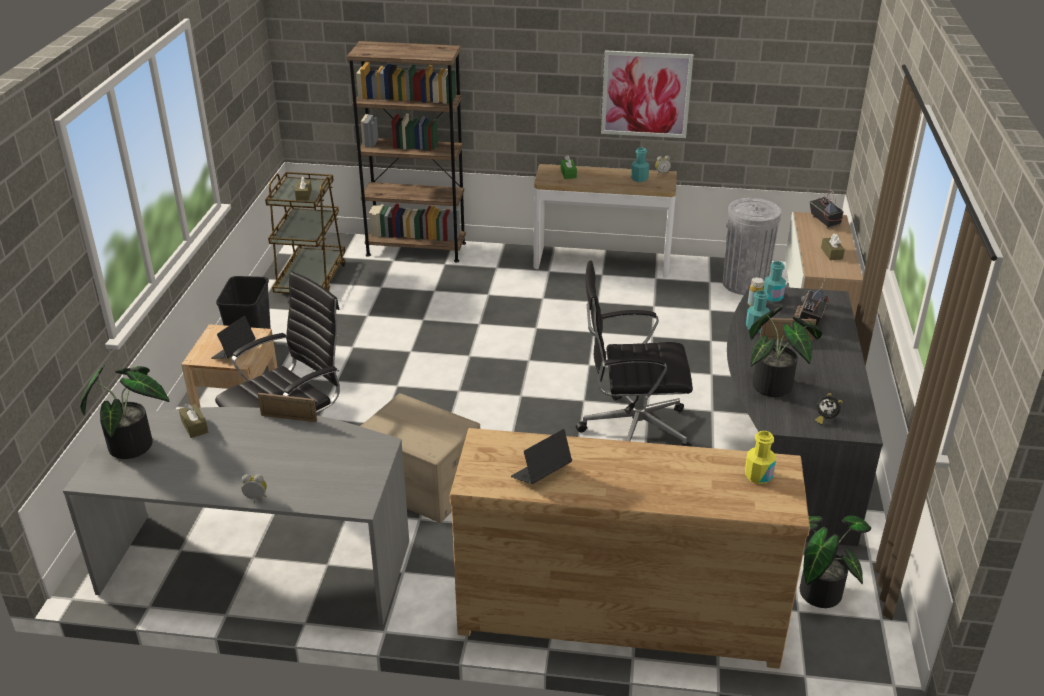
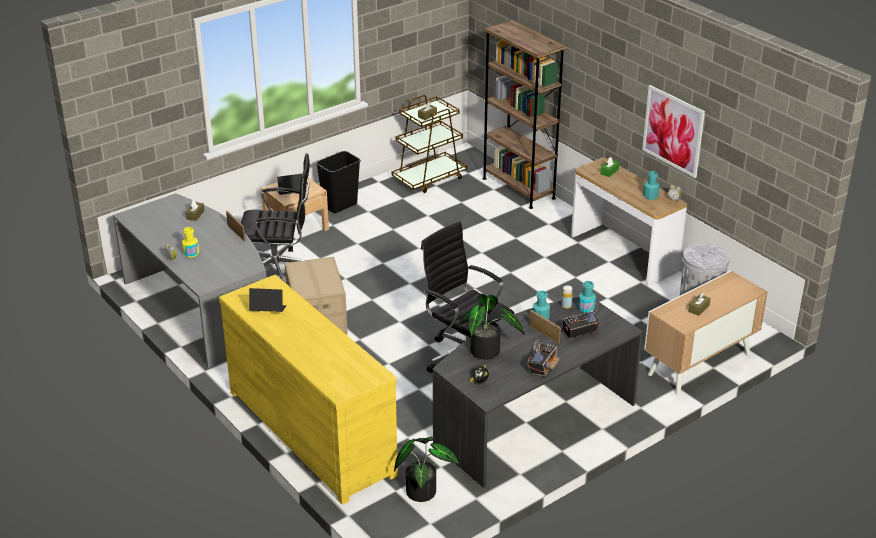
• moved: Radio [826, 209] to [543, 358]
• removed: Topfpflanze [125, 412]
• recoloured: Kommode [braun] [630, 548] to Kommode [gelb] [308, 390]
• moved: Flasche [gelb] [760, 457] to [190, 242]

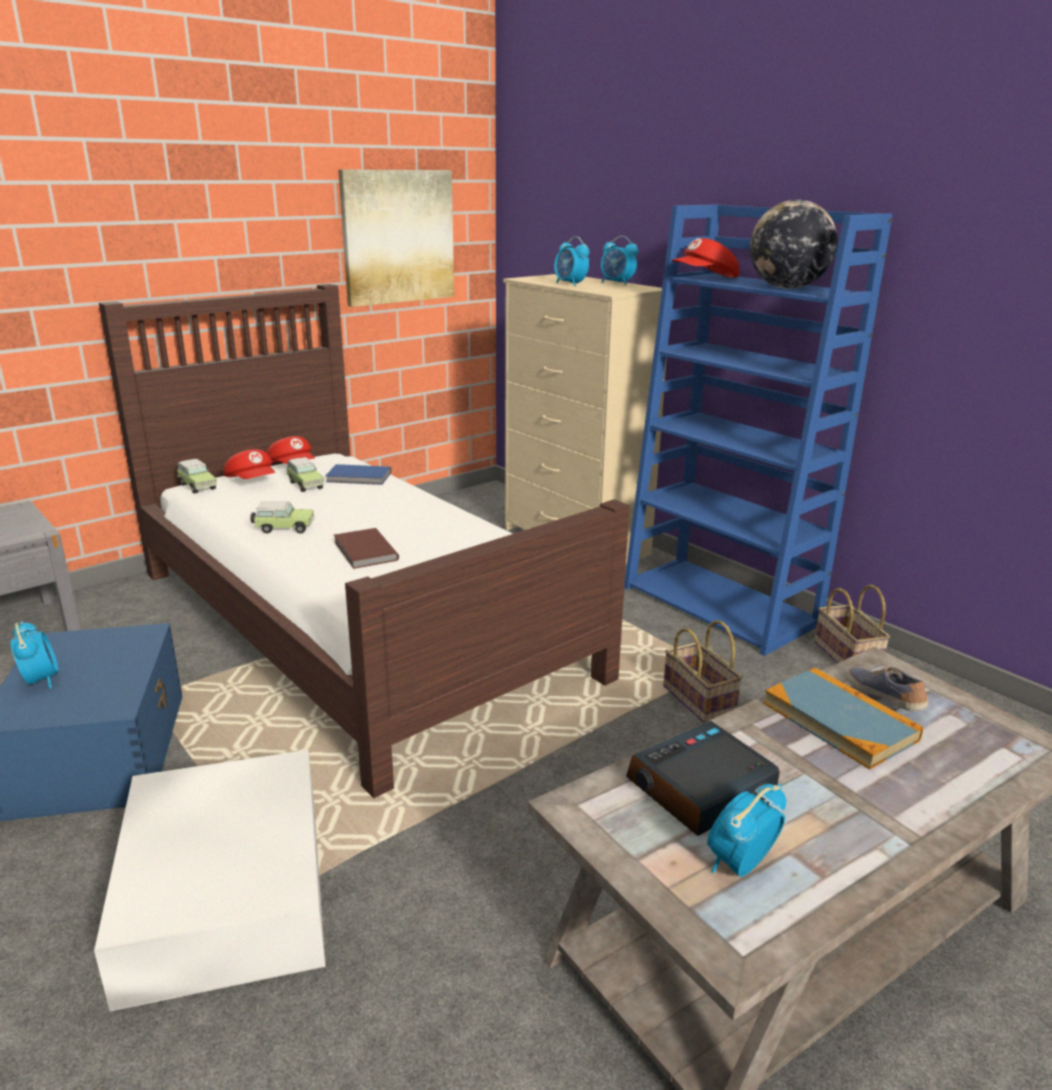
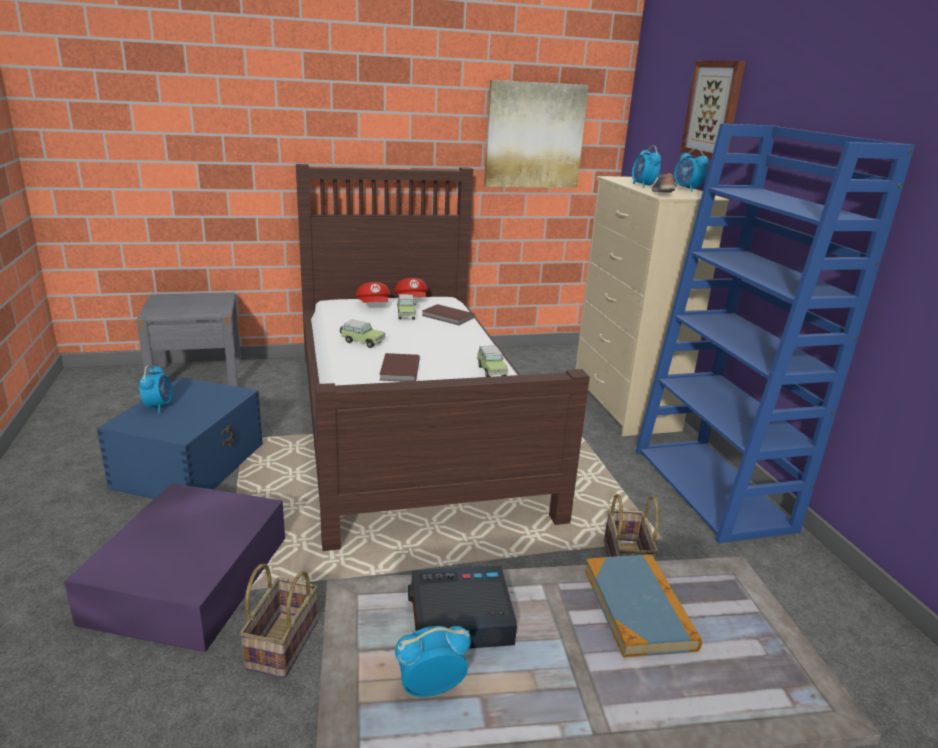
• removed: Globus [793, 244]
• removed: Kappe [rot] [706, 258]
• moved: Spielzeugauto [197, 476] to [492, 361]
• recoloured: Buch [blau] [358, 474] to Buch [braun] [448, 314]
• moved: Korb [852, 623] to [279, 620]
• moved: Schuh [887, 688] to [663, 183]
• recoloured: Aufbewahrungsbox [weiß] [210, 880] to Aufbewahrungsbox [lila] [174, 567]
• added: Bild [713, 110]

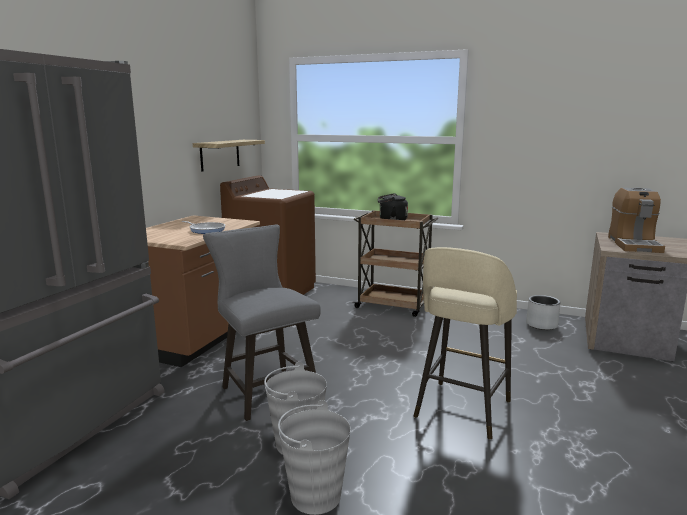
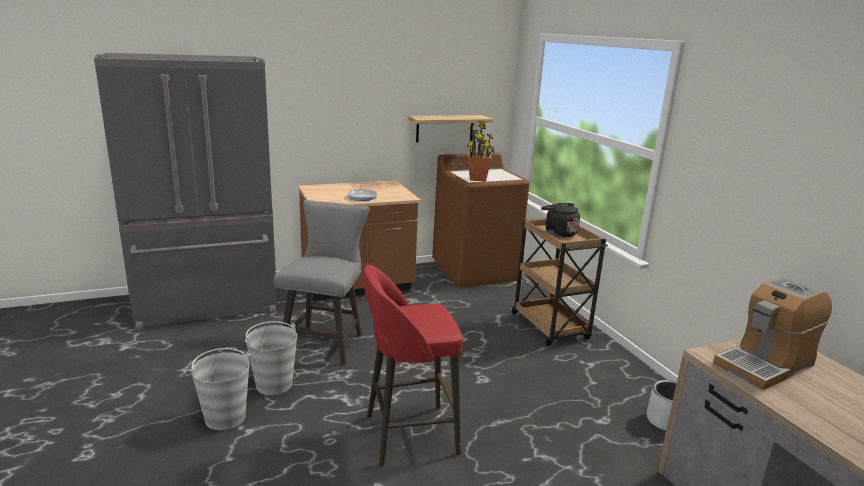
• recoloured: Hocker [beige] [465, 343] to Hocker [rot] [413, 366]
• added: Topfpflanze [480, 151]

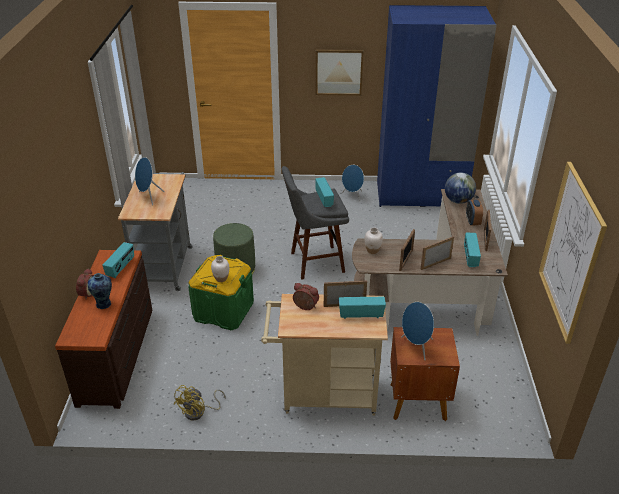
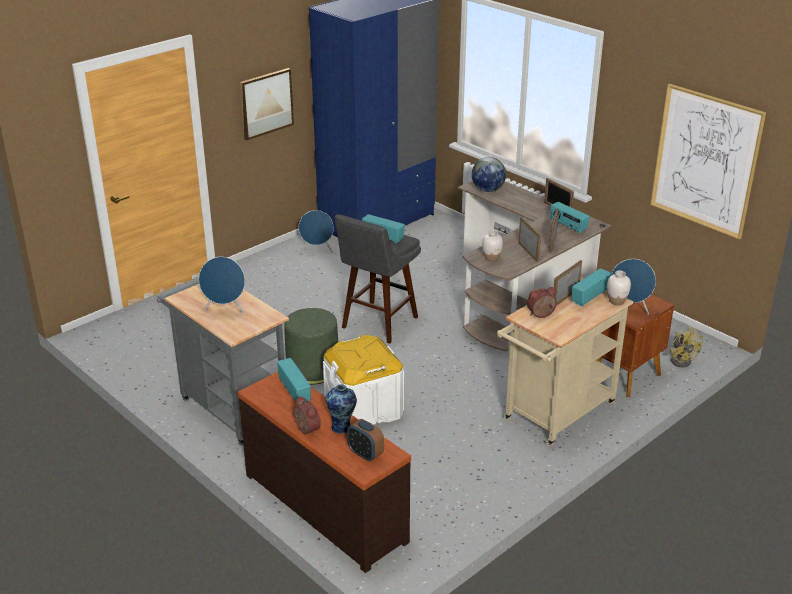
• moved: Wecker [474, 213] to [365, 440]
• recoloured: Aufbewahrungsbox [grün] [221, 292] to Aufbewahrungsbox [weiß] [363, 380]
• moved: Vase [weiß] [220, 269] to [619, 287]
• moved: Ventilator [gelb] [199, 403] to [686, 347]

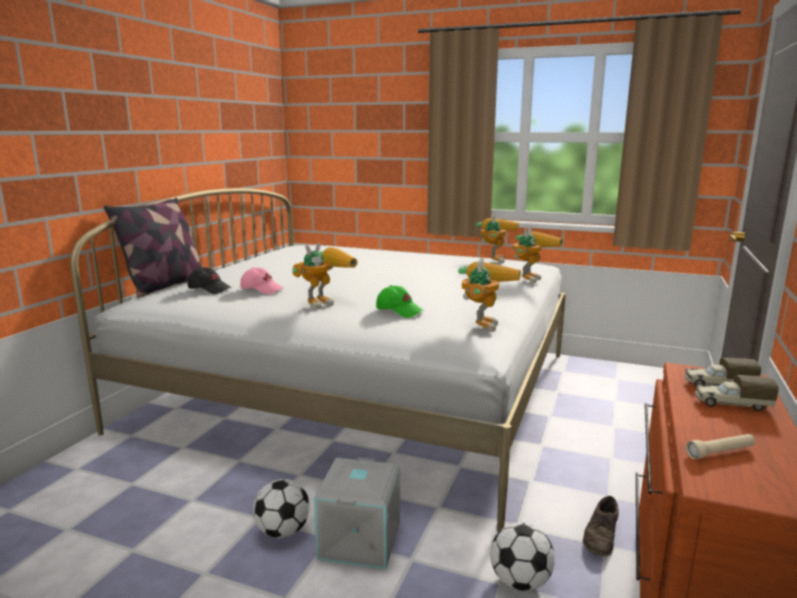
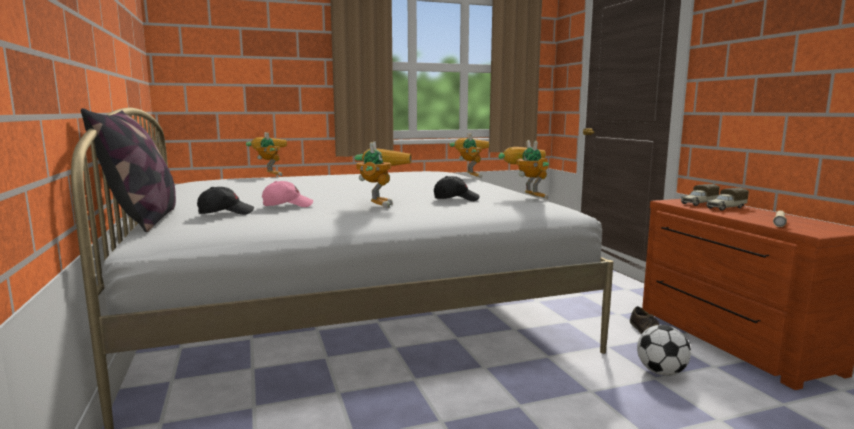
• moved: Spielzeugroboter [497, 238] to [266, 154]
• recoloured: Kappe [grün] [400, 301] to Kappe [schwarz] [457, 188]
• removed: Aufbewahrungsbox [grau] [357, 513]
• removed: Fußball [281, 508]

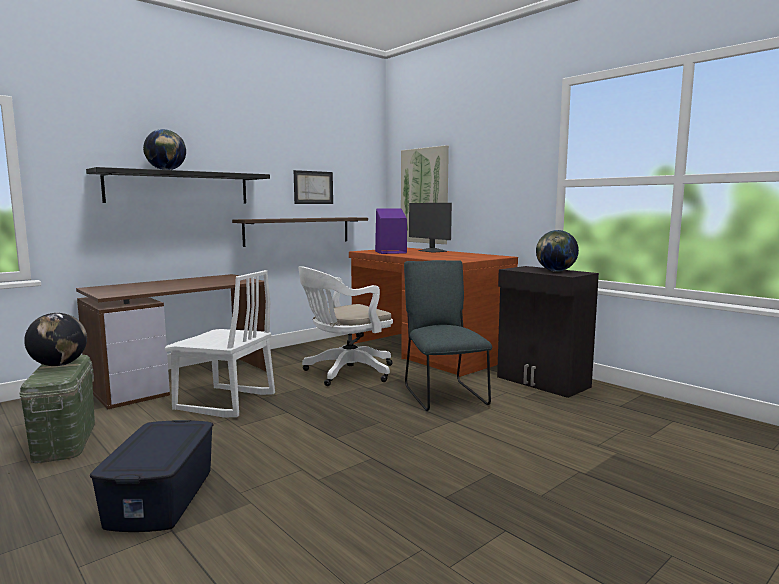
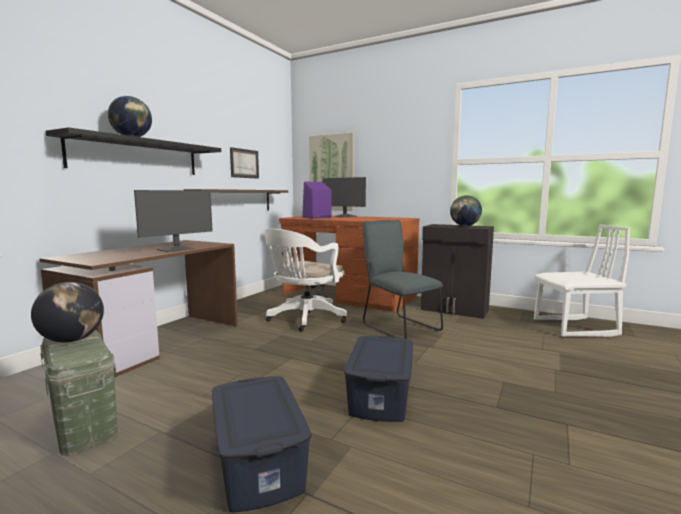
• moved: Stuhl [weiß] [220, 343] to [582, 280]
• added: Monitor [173, 221]
• added: Aufbewahrungsbox [blau] [378, 379]

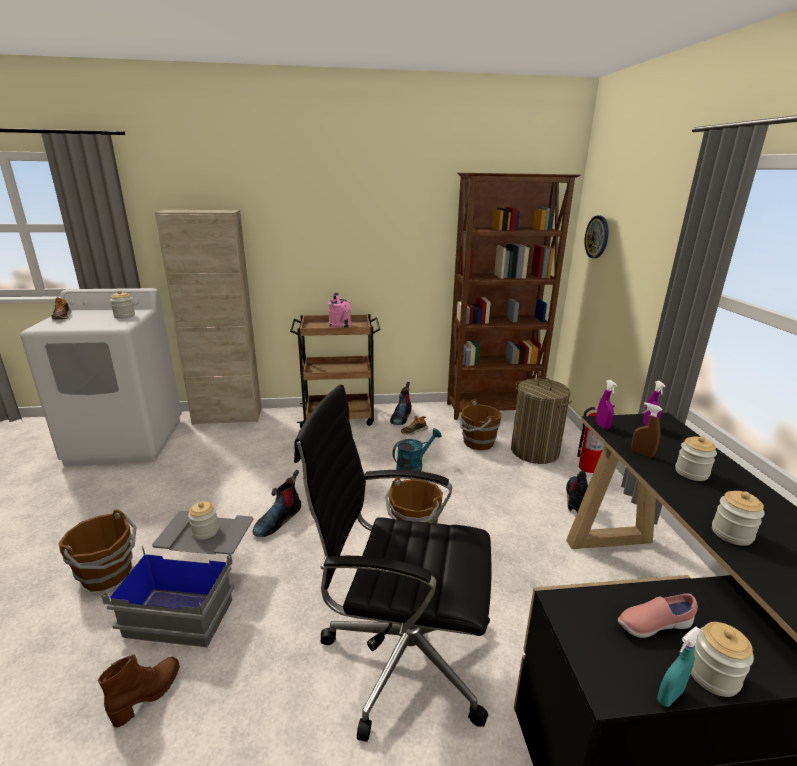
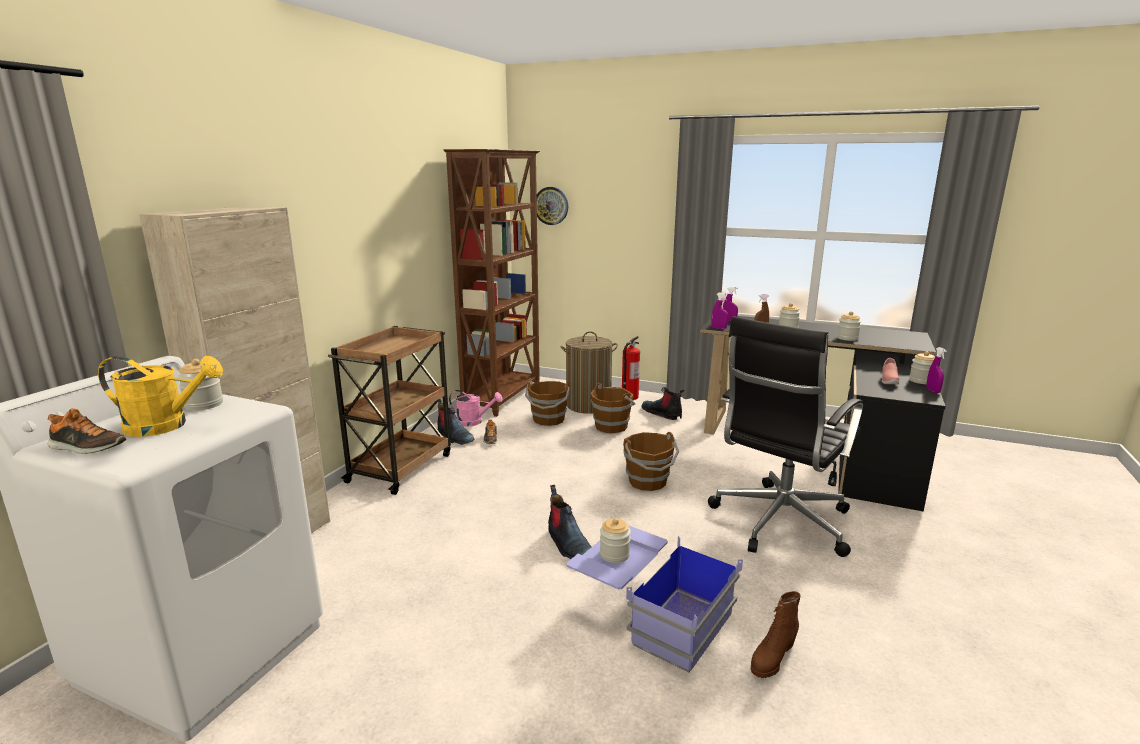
• moved: Gießkanne [rosa] [339, 310] to [476, 408]
• removed: Gießkanne [türkis] [417, 449]
• moved: Eimer [braun] [97, 550] to [613, 408]
• recoloured: Aufbewahrungsbox [grau] [177, 579] to Aufbewahrungsbox [blau] [655, 599]
• recoloured: Sprühflasche [türkis] [679, 667] to Sprühflasche [lila] [936, 370]
• turned: Stiefel [braun] [139, 691] = [776, 634] 105 degrees counterclockwise
• added: Gießkanne [gelb] [160, 396]

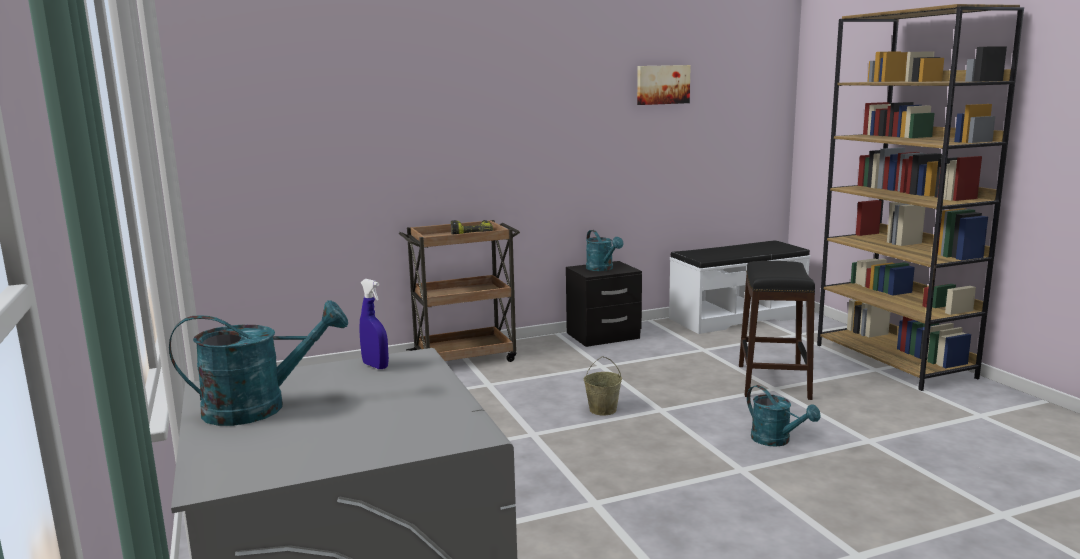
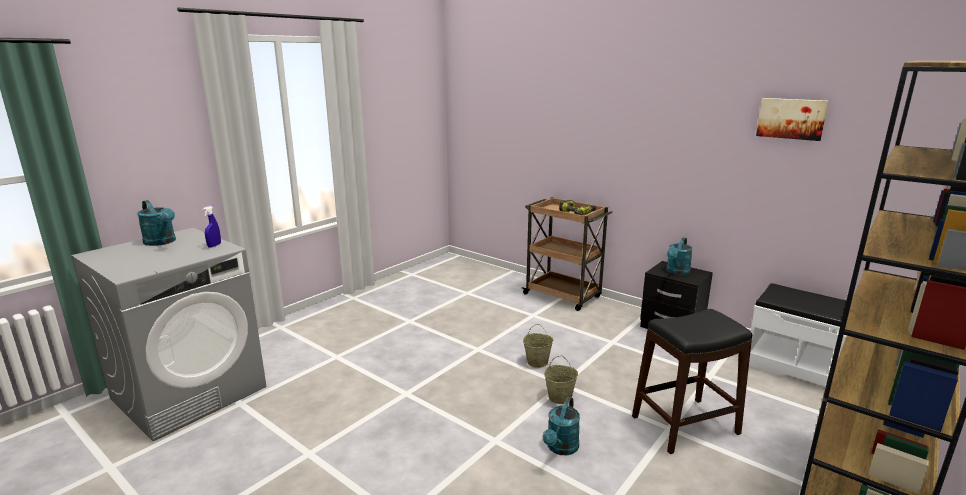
• added: Eimer [beige] [561, 379]

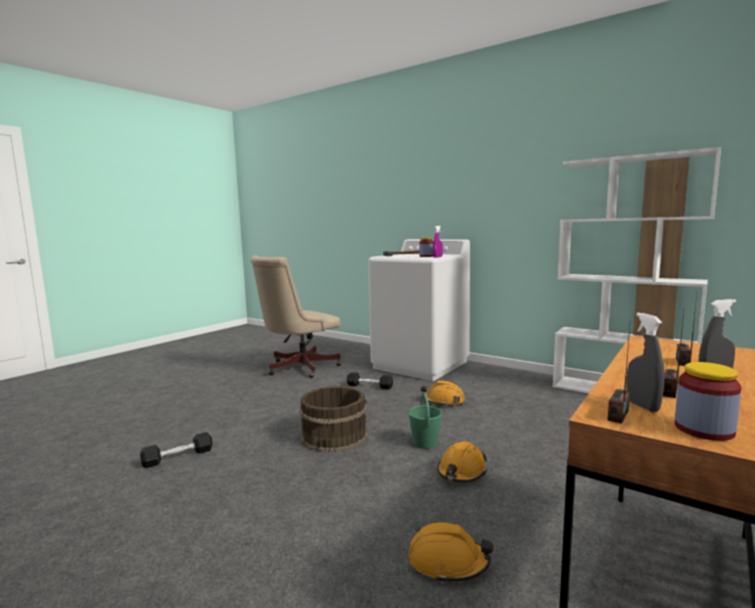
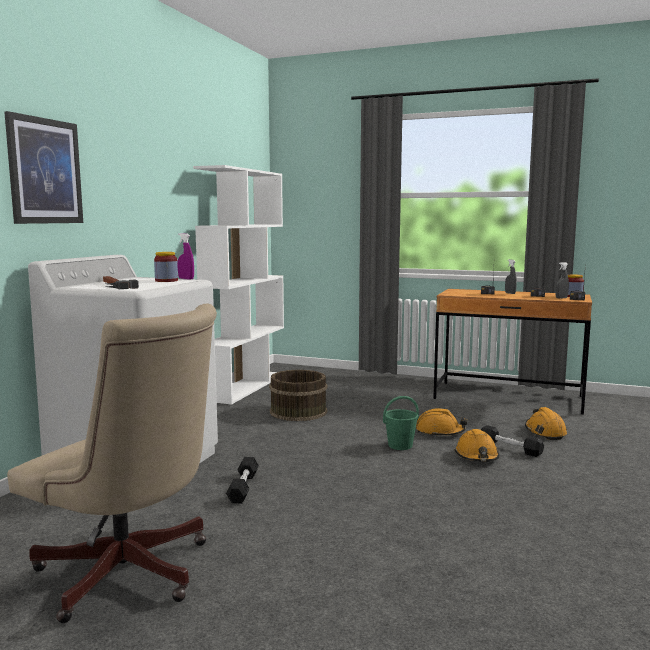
• moved: Schutzhelm [orange] [443, 394] to [477, 445]
• moved: Eimer [braun] [333, 419] to [298, 395]
• moved: Hantel [schwarz] [176, 450] to [512, 441]
• added: Bild [43, 167]

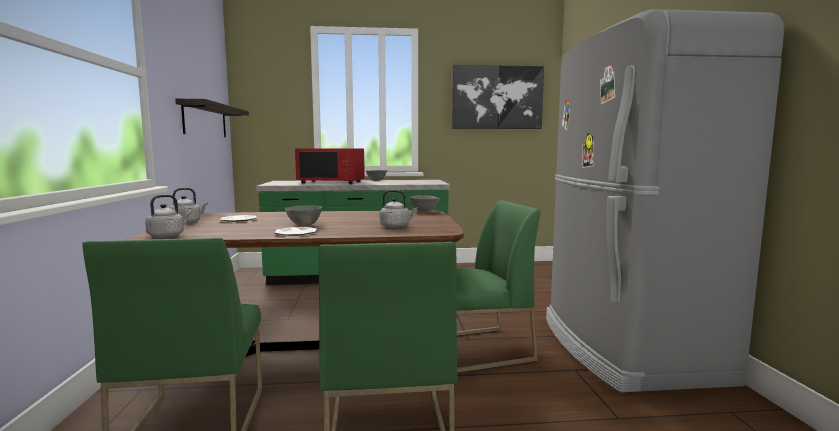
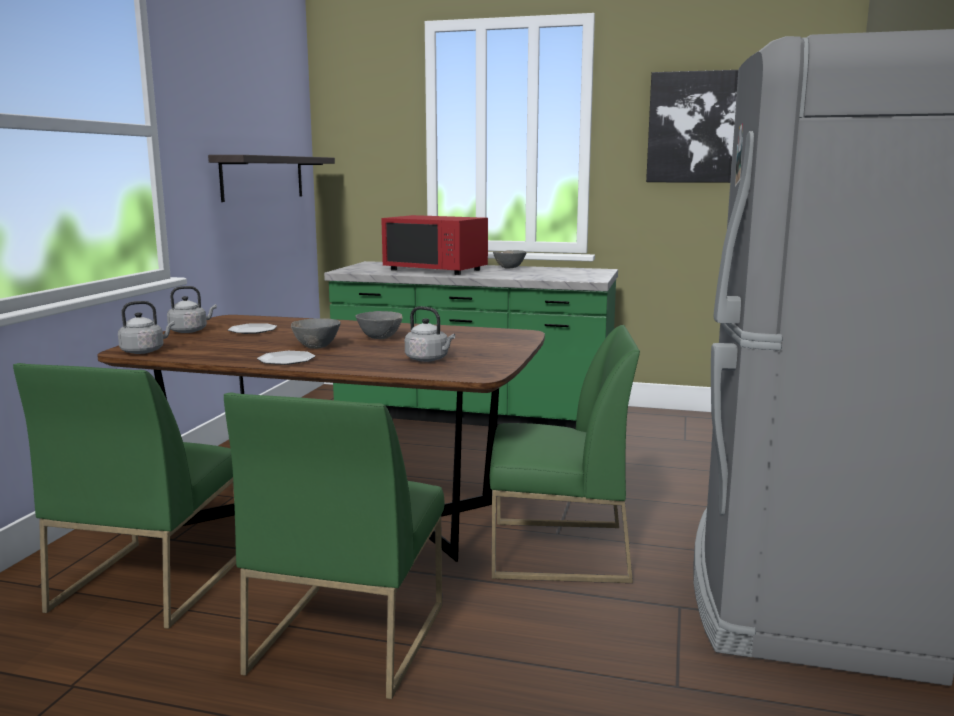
• moved: Schüssel [grau] [425, 204] to [379, 325]

